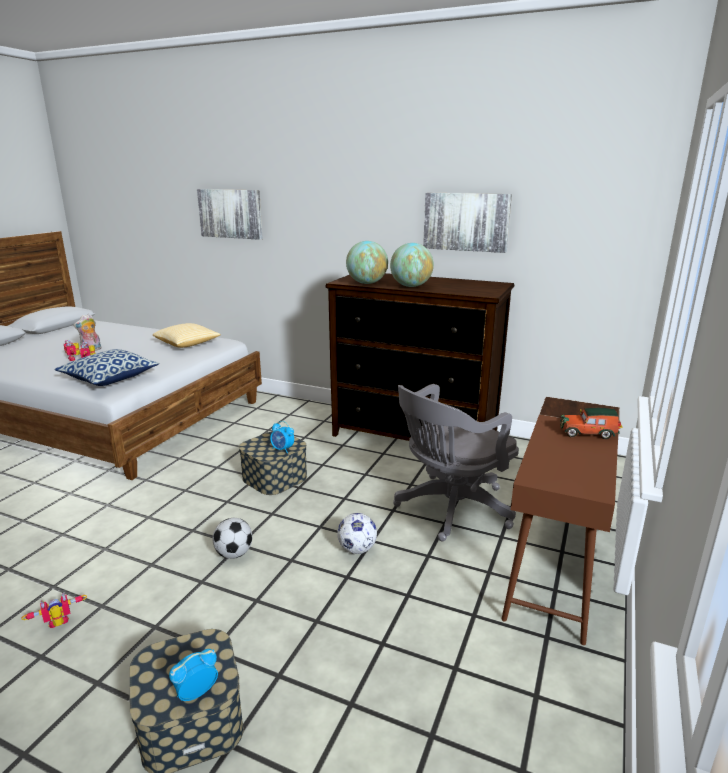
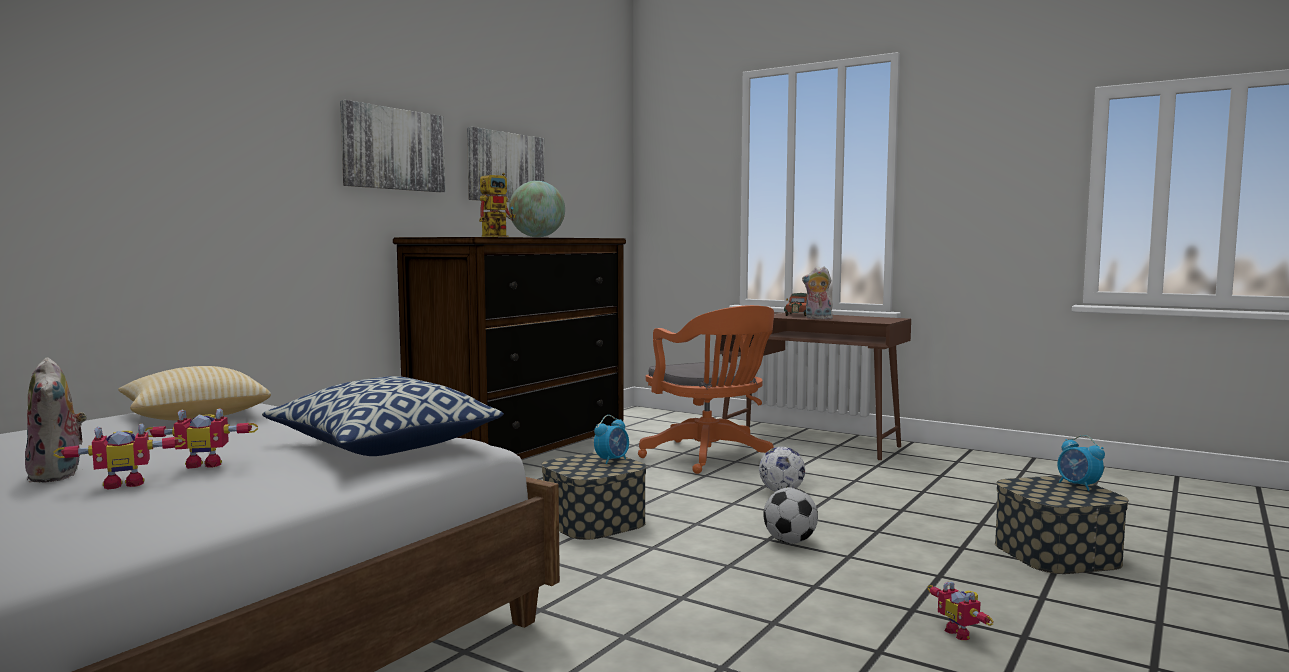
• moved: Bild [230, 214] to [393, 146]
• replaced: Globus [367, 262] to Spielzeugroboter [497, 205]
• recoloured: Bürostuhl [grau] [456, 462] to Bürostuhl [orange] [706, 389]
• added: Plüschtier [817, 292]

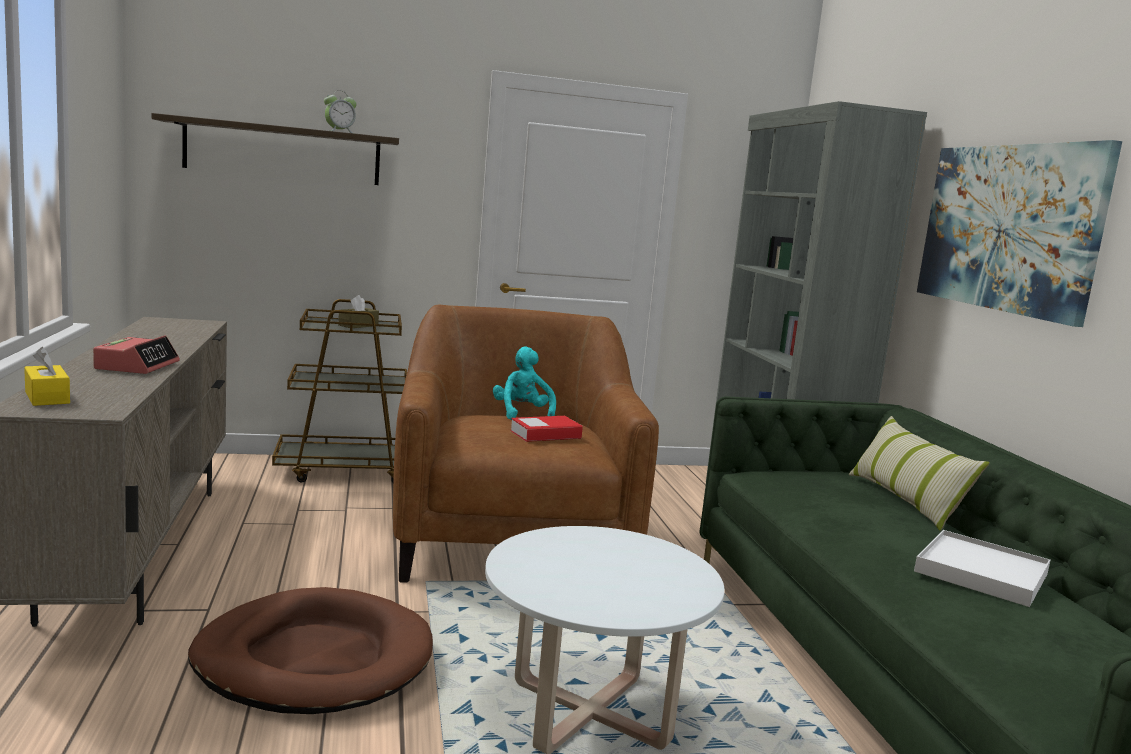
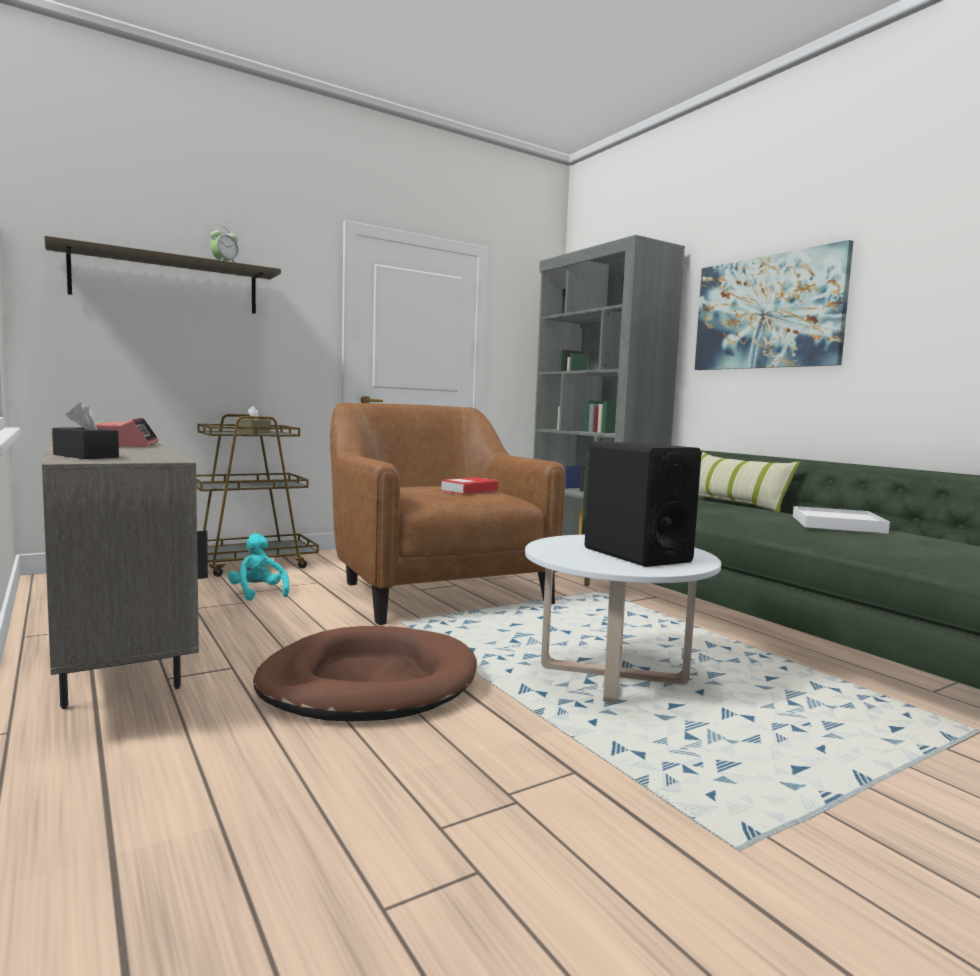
• moved: Plüschtier [türkis] [524, 383] to [258, 567]
• recoloured: Taschentuchbox [gelb] [47, 376] to Taschentuchbox [schwarz] [85, 430]
• added: Lautsprecher [schwarz] [642, 504]

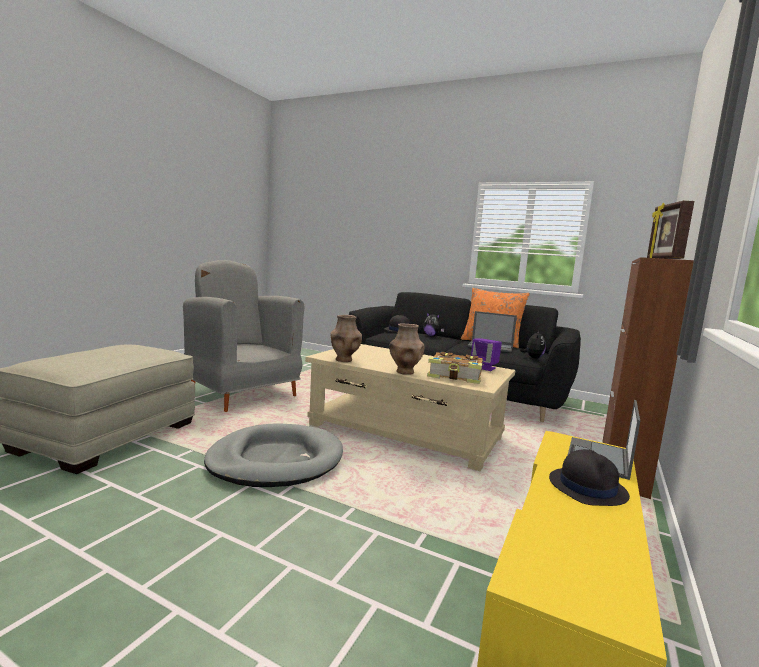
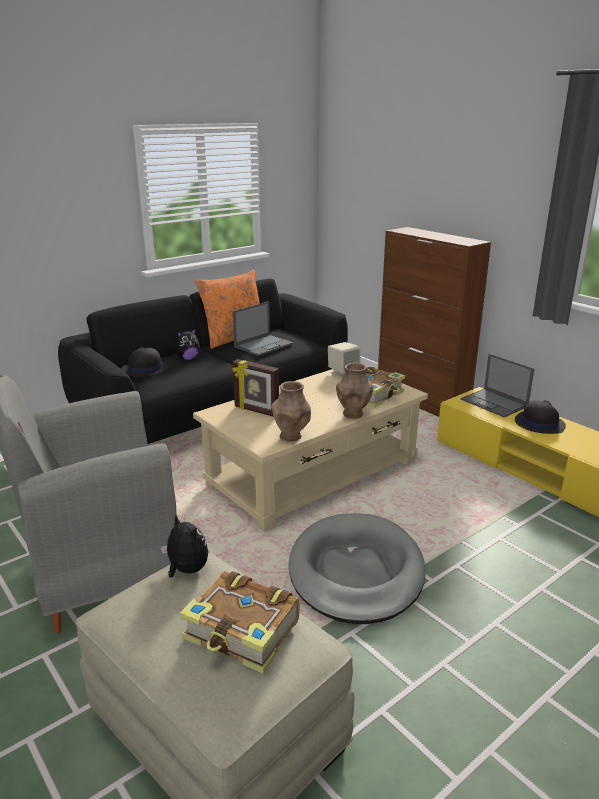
• moved: Bilderrahmen [670, 229] to [255, 388]
• moved: Plüschtier [533, 345] to [184, 546]
• recoloured: Lautsprecher [lila] [486, 355] to Lautsprecher [beige] [344, 360]
• added: Buch [239, 622]

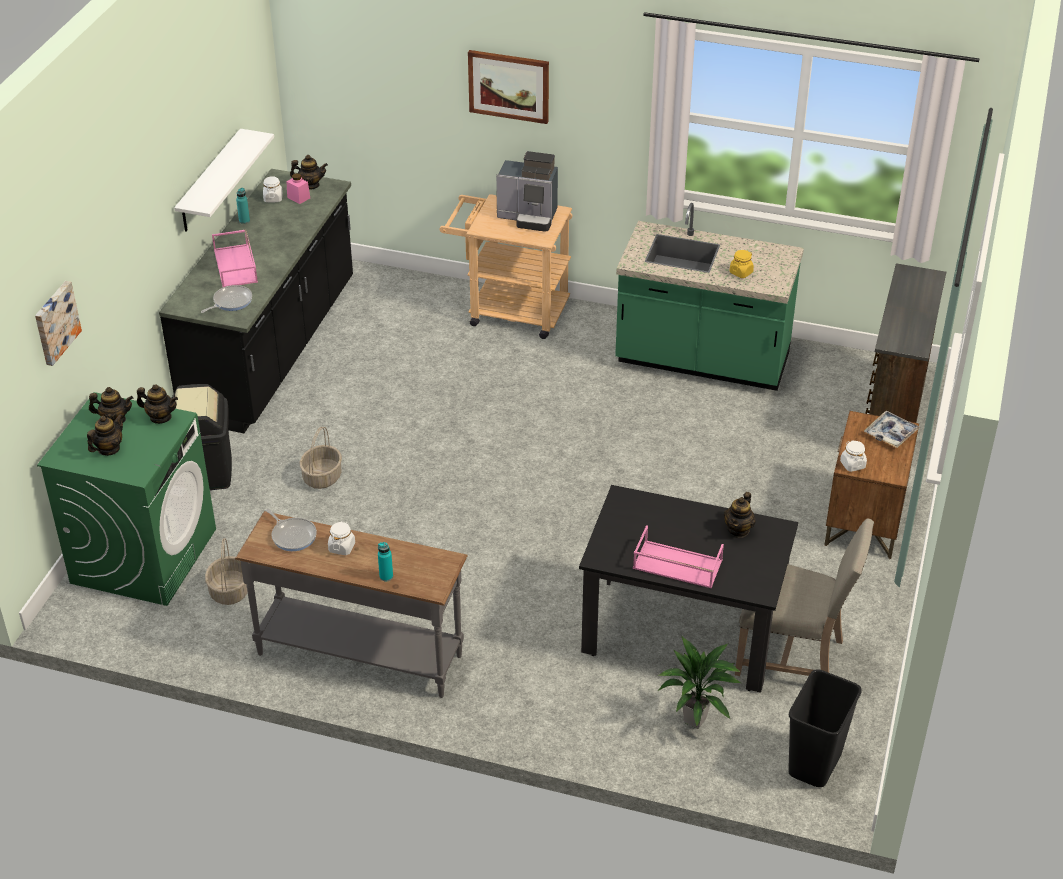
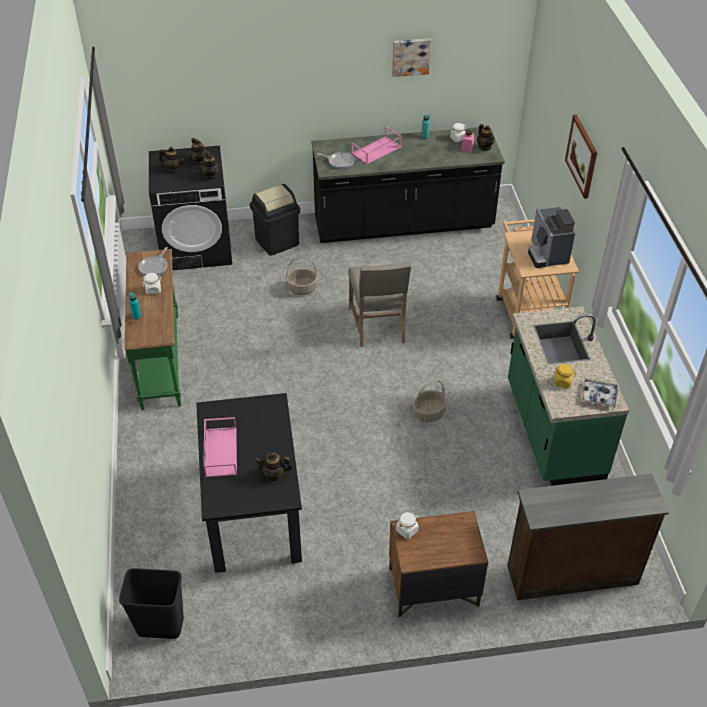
• removed: Wandregal [weiß] [224, 180]
• moved: Bild [58, 323] to [411, 57]
• recoloured: Waschmaschine [grün] [126, 499] to Waschmaschine [schwarz] [190, 208]
• moved: Tablett [892, 429] to [600, 393]
• recoloured: Konsolentisch [grau] [351, 604] to Konsolentisch [grün] [153, 329]
• moved: Stuhl [beige] [804, 597] to [379, 305]
• moved: Korb [226, 571] to [429, 401]
• removed: Topfpflanze [699, 682]

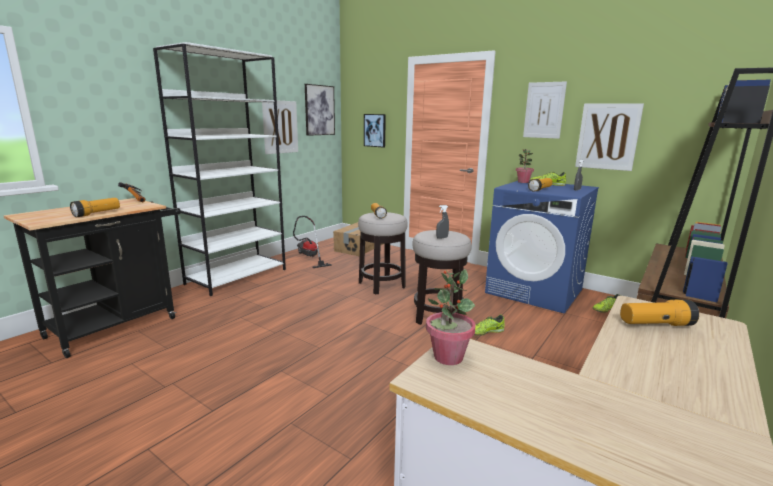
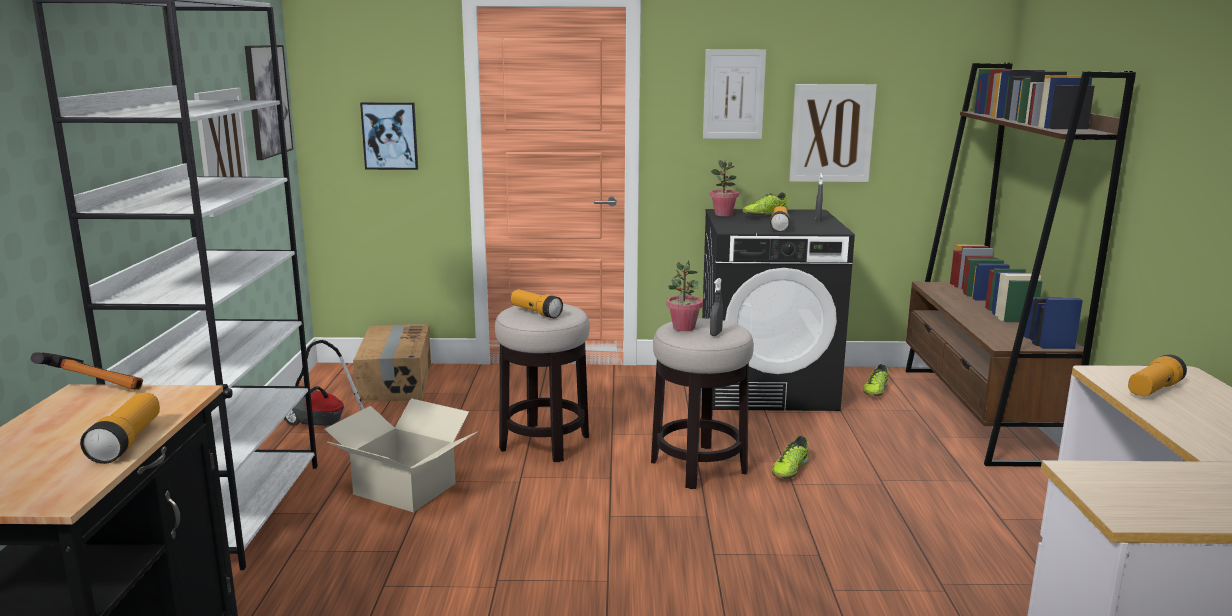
• recoloured: Waschmaschine [blau] [542, 247] to Waschmaschine [schwarz] [778, 310]
• moved: Topfpflanze [451, 317] to [685, 295]
• added: Karton [401, 455]

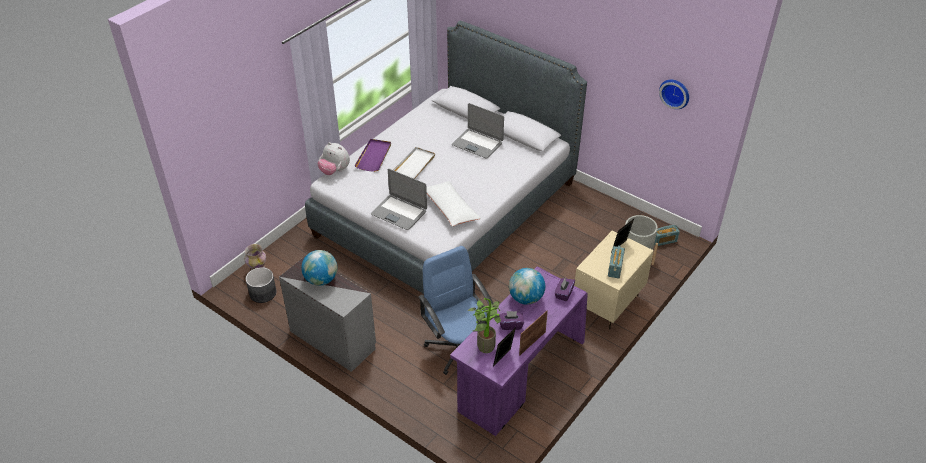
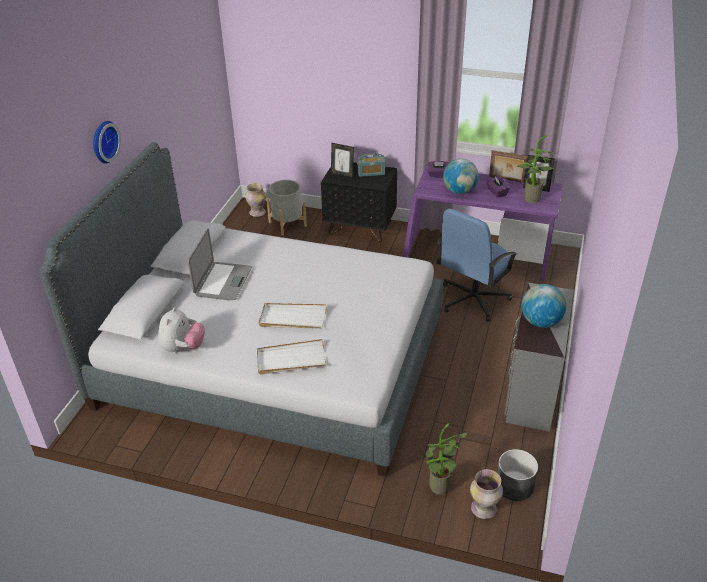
• moved: Wanduhr [674, 94] to [107, 142]
• recoloured: Tablett [lila] [372, 155] to Tablett [weiß] [292, 356]
• moved: Plüschtier [334, 158] to [181, 330]
• removed: Laptop [399, 199]
• removed: Kissen [weiß] [453, 203]
• replaced: Radio [667, 235] to Vase [255, 200]
• recoloured: Nachttisch [beige] [614, 280] to Nachttisch [schwarz] [359, 202]
• added: Topfpflanze [447, 459]

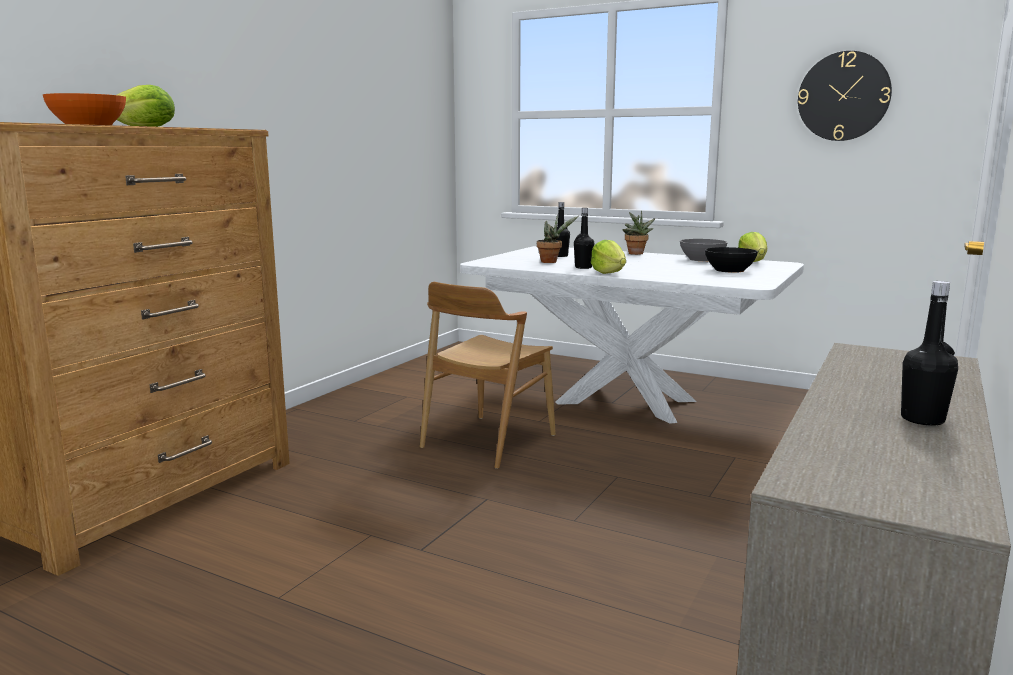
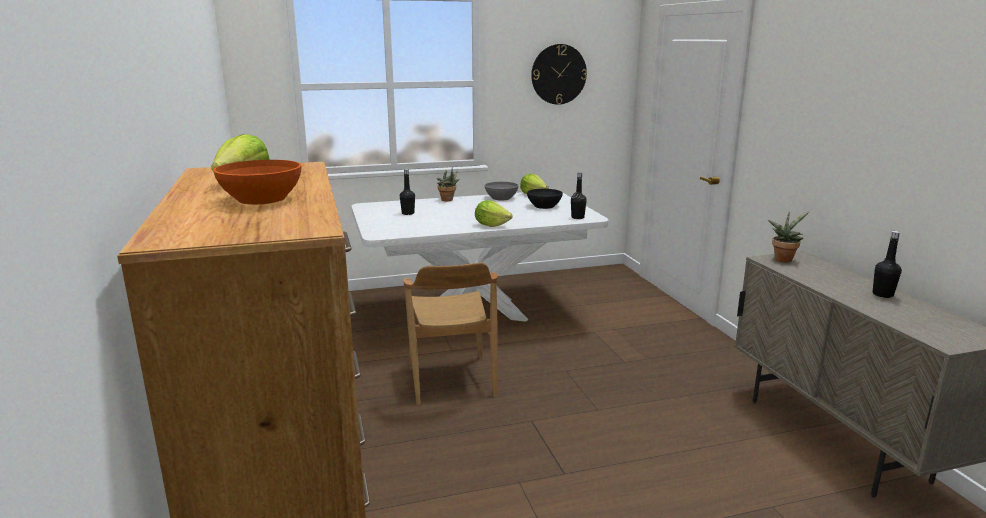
• moved: Flasche [schwarz] [584, 238] to [579, 195]
• moved: Topfpflanze [557, 238] to [789, 236]

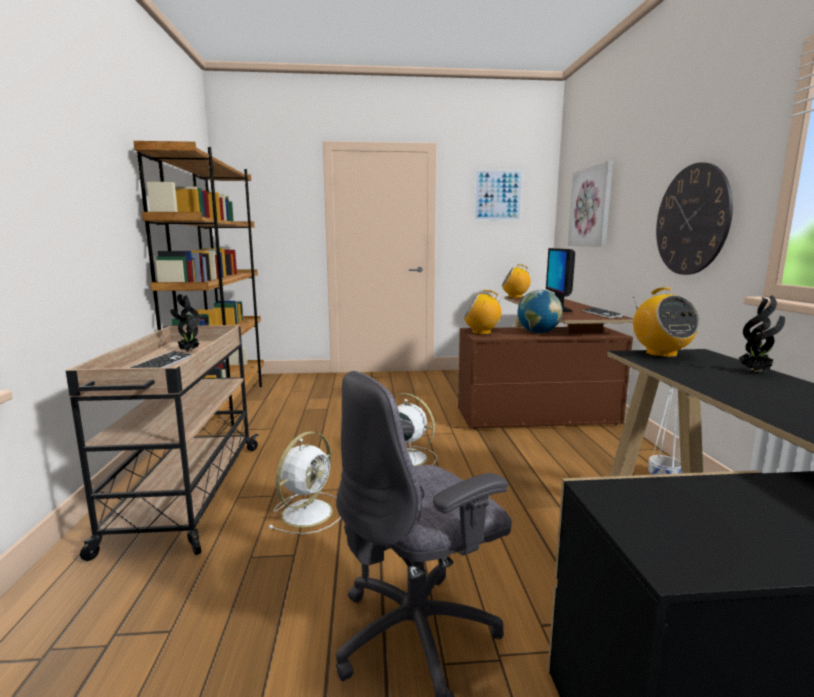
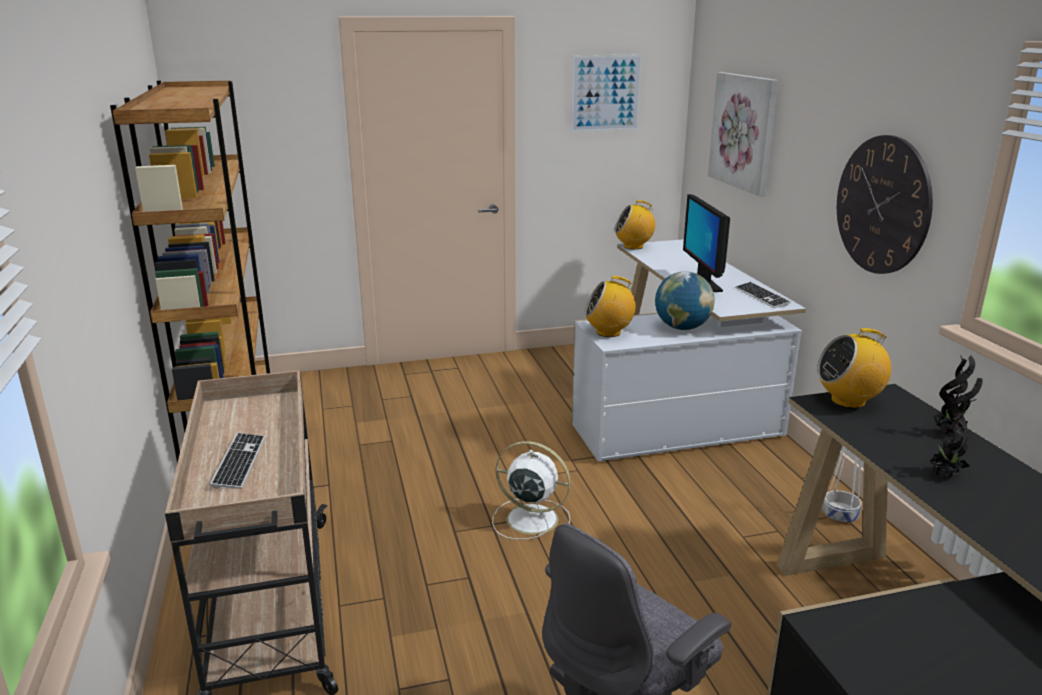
• turned: Radio [666, 322] = [854, 368] 105 degrees clockwise
• moved: Topfpflanze [185, 322] to [954, 436]
• recoloured: Schreibtisch [braun] [546, 362] to Schreibtisch [weiß] [689, 350]
• removed: Ventilator [weiß] [305, 482]

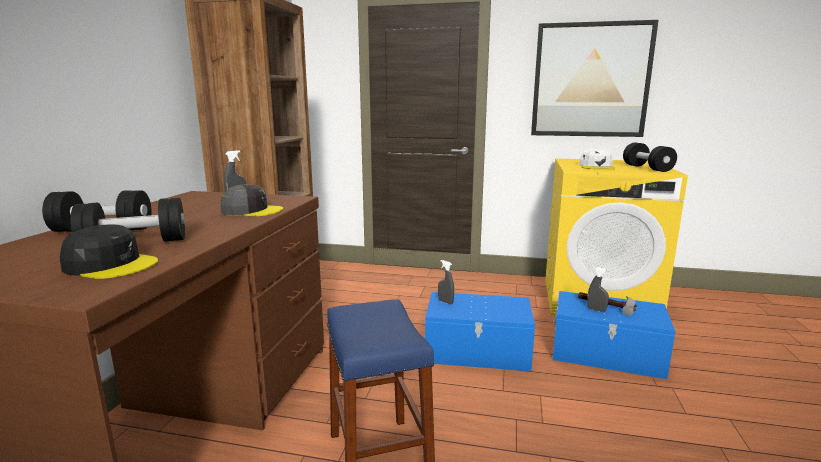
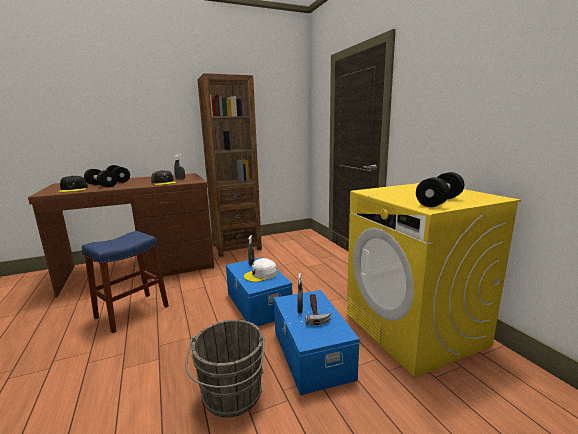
• removed: Bild [595, 78]
• moved: Kappe [weiß] [597, 159] to [261, 270]
• added: Eimer [grau] [225, 369]

